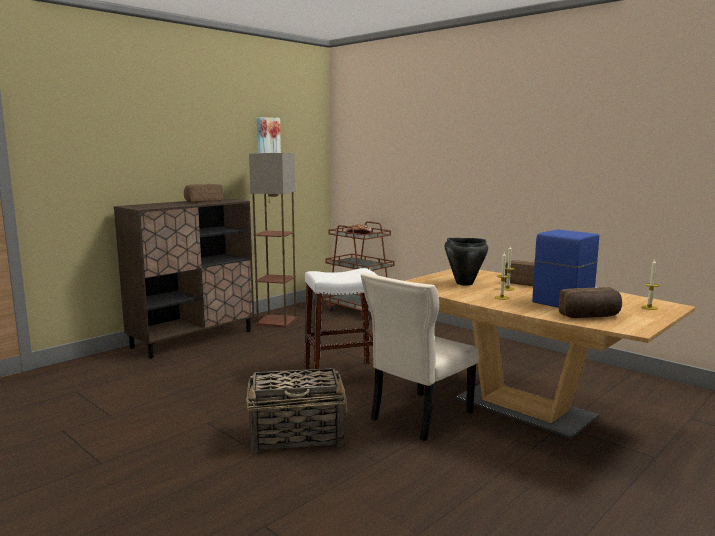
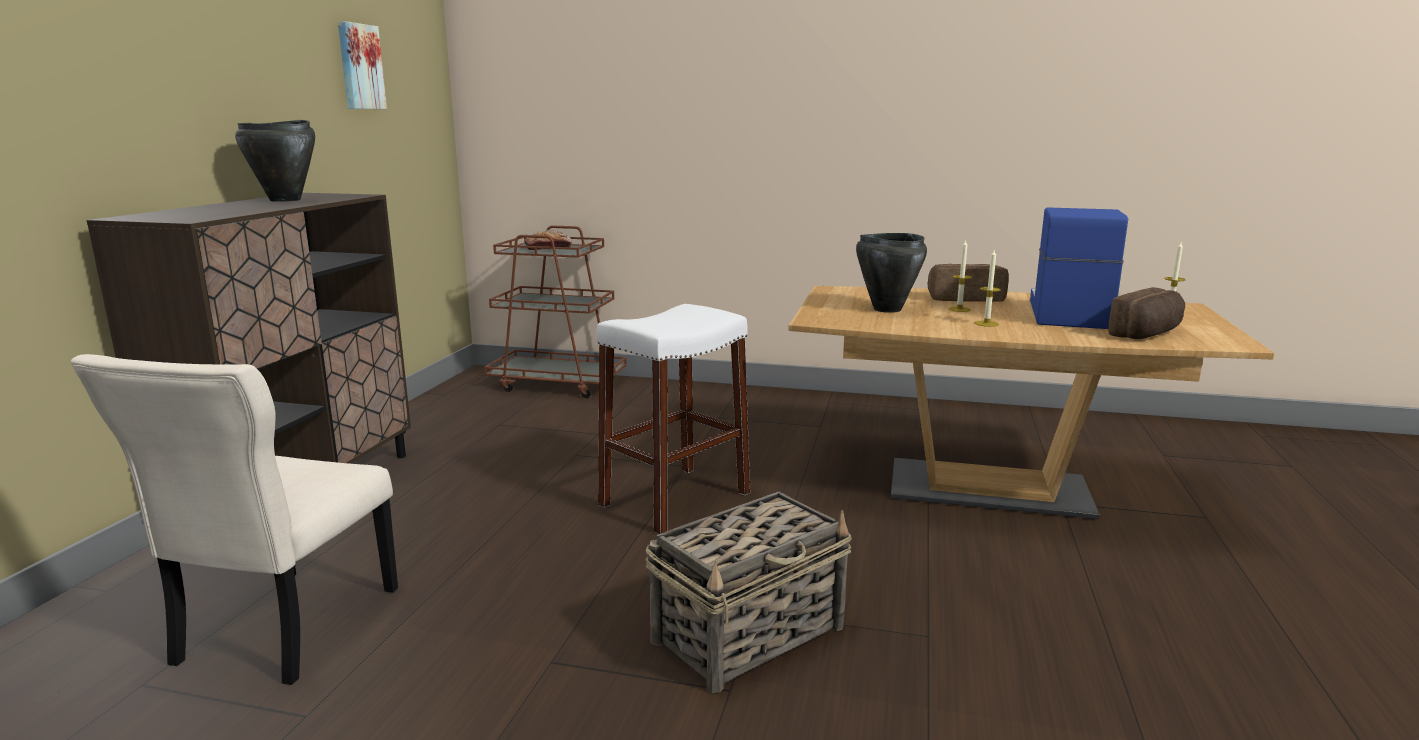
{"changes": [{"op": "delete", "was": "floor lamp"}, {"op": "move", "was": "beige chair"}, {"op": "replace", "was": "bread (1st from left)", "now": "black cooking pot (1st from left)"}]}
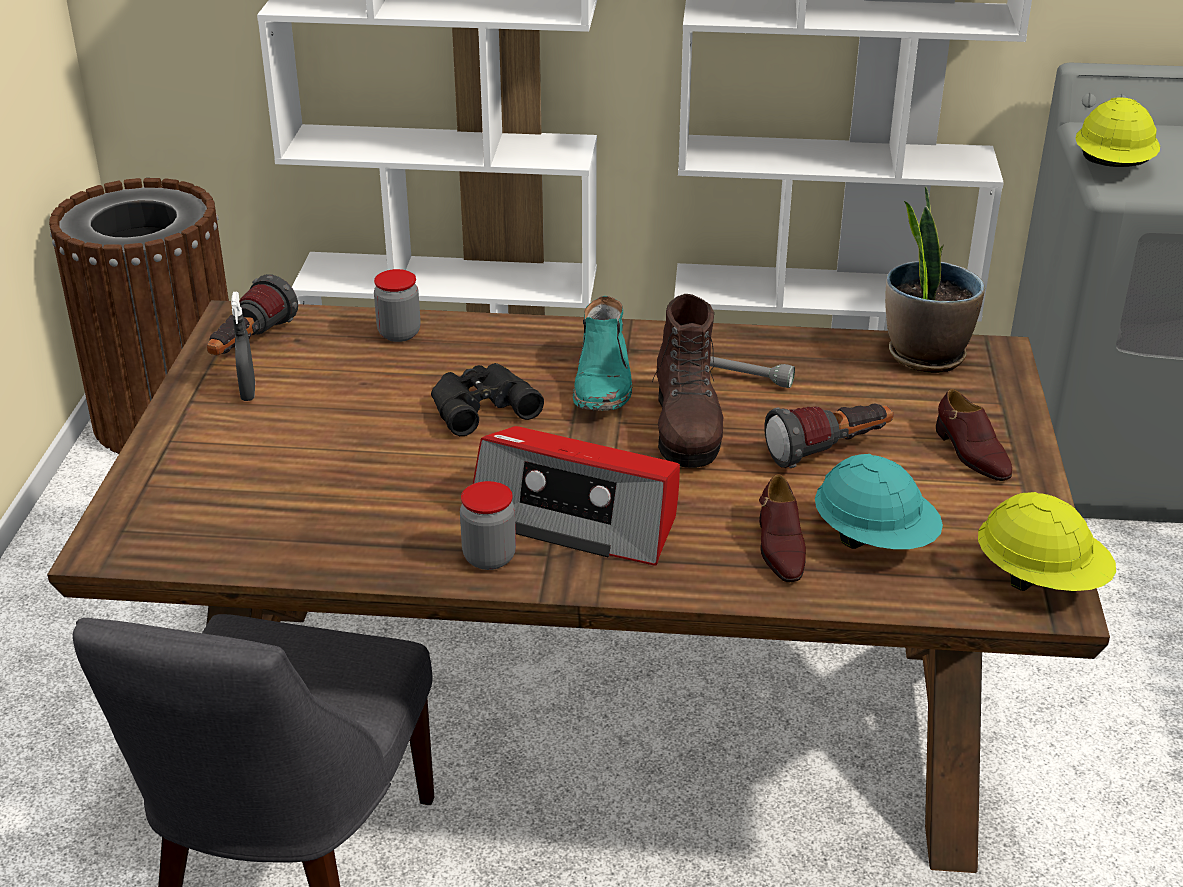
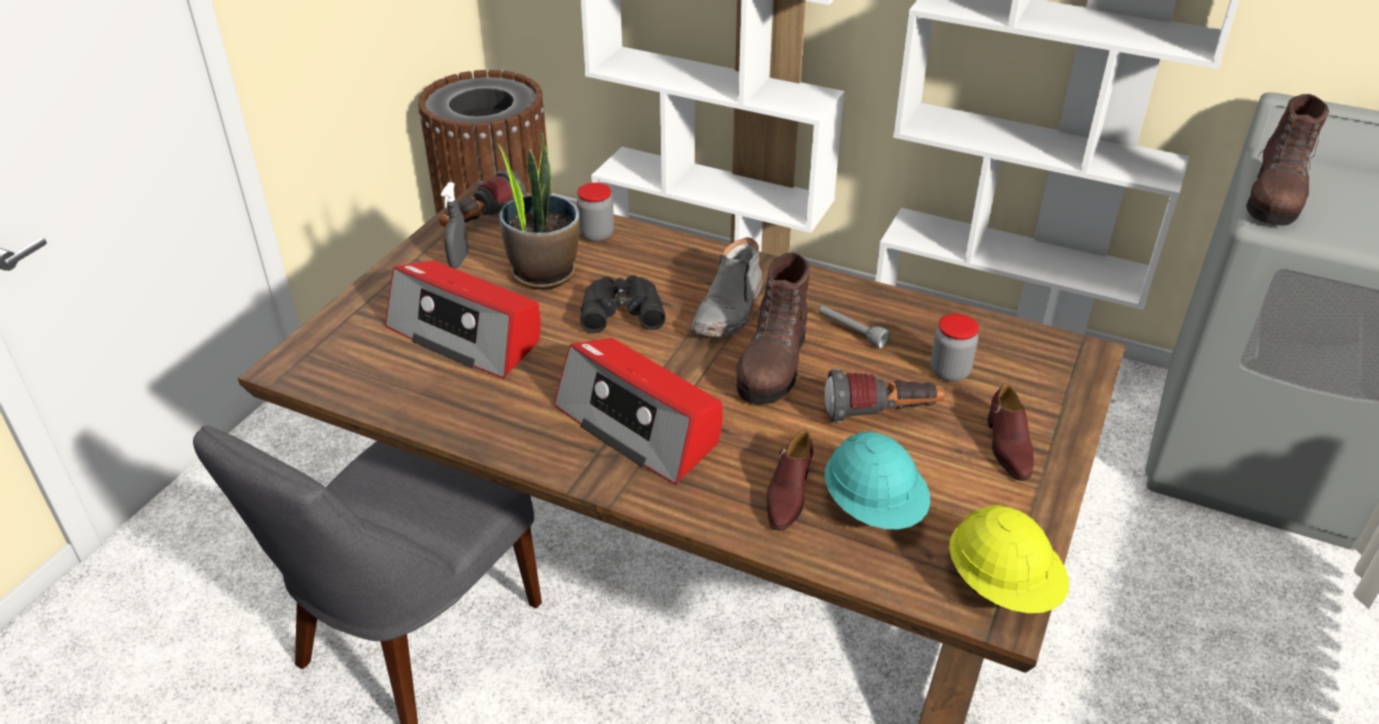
{"changes": [{"op": "insert", "now": "radio (1st from left)"}, {"op": "move", "was": "jar (2nd from left)"}, {"op": "move", "was": "potted plant"}, {"op": "replace", "was": "yellow hard hat (2nd from left)", "now": "brown boot (2nd from left)"}, {"op": "recolor", "was": "turquoise boot", "now": "grey boot"}]}
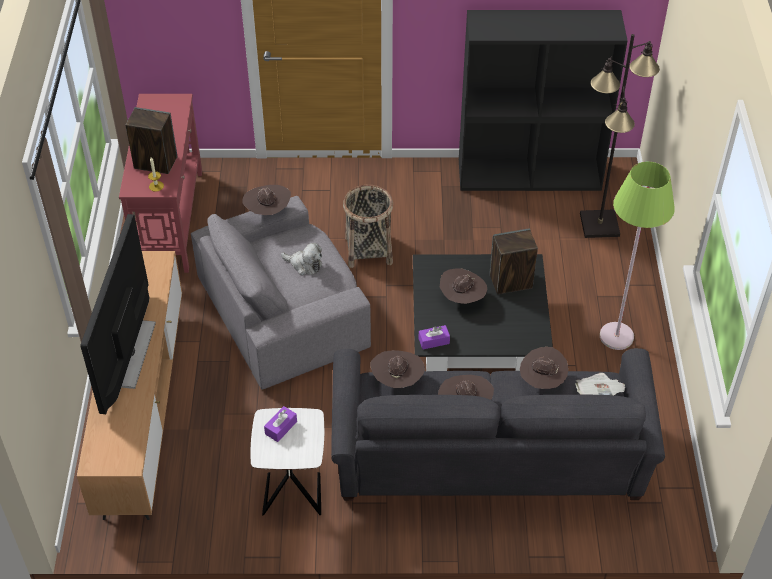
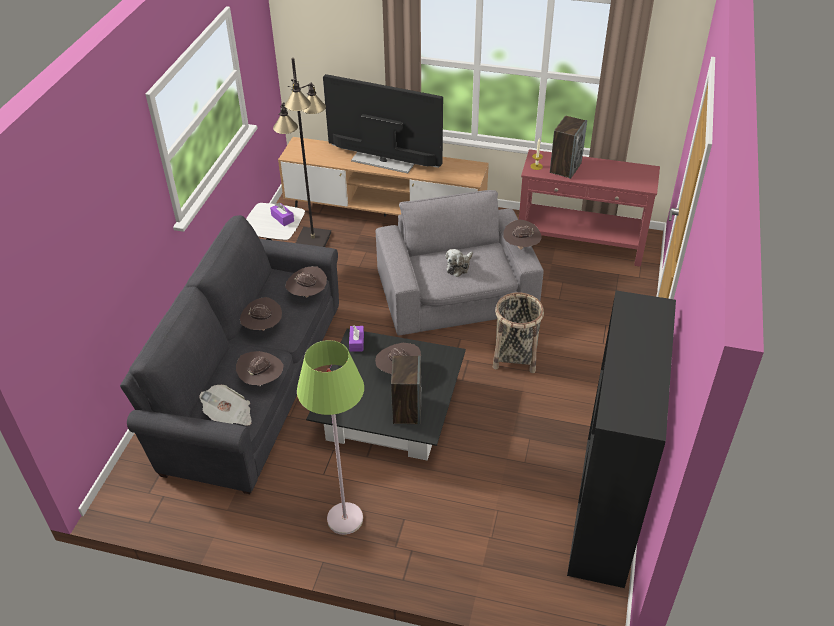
{"changes": [{"op": "move", "was": "black floor lamp"}]}
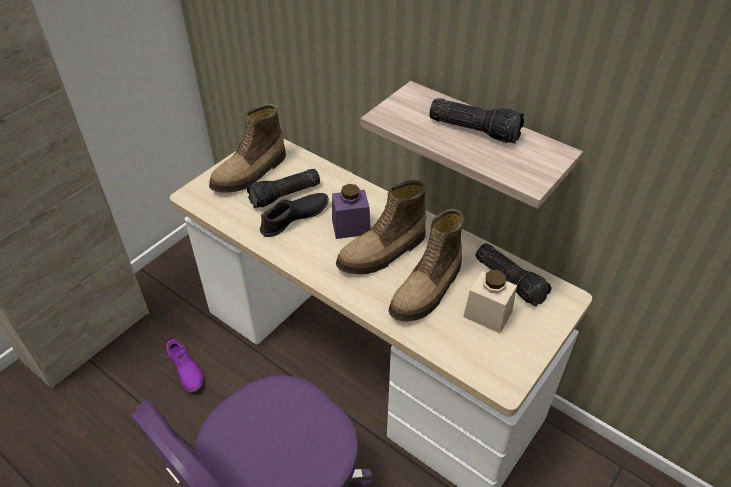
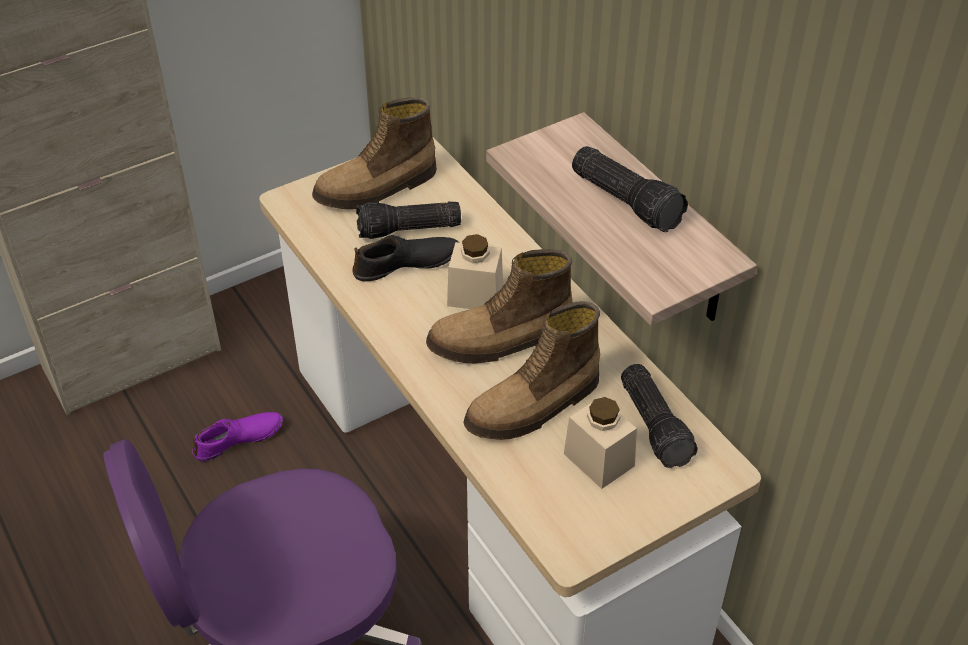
{"changes": [{"op": "recolor", "was": "purple jar", "now": "beige jar (1st from left)"}, {"op": "rotate", "was": "purple shoe", "clockwise": -105}]}
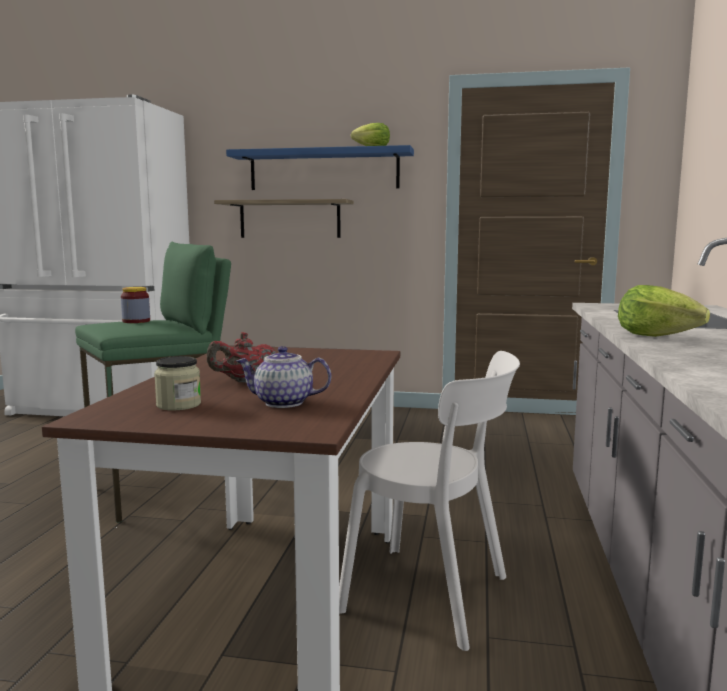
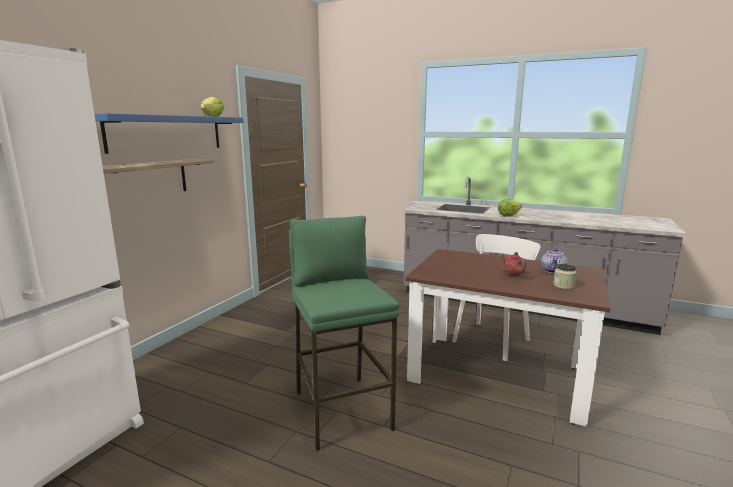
{"changes": [{"op": "delete", "was": "jar (1st from left)"}]}
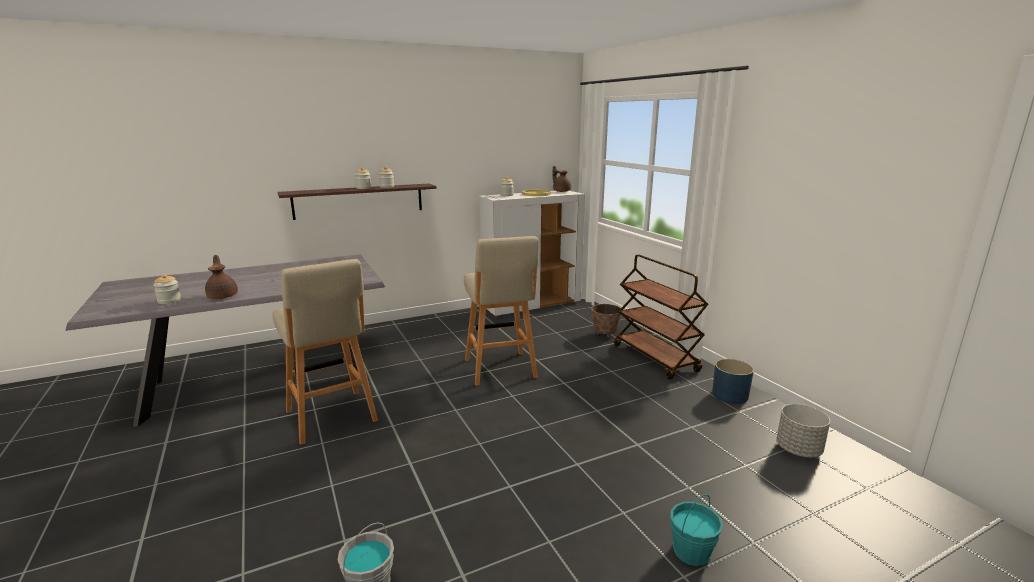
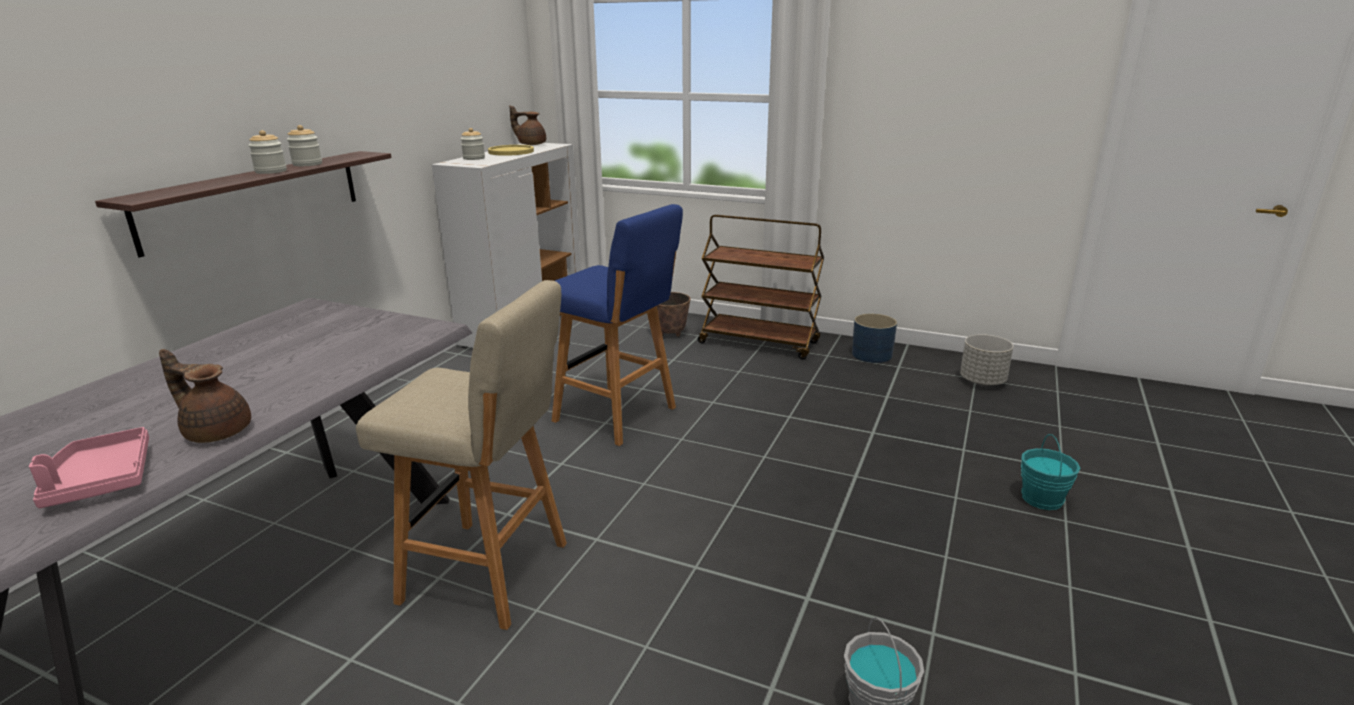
{"changes": [{"op": "replace", "was": "jar (1st from left)", "now": "pink tray"}, {"op": "recolor", "was": "beige stool (2nd from left)", "now": "blue stool"}]}
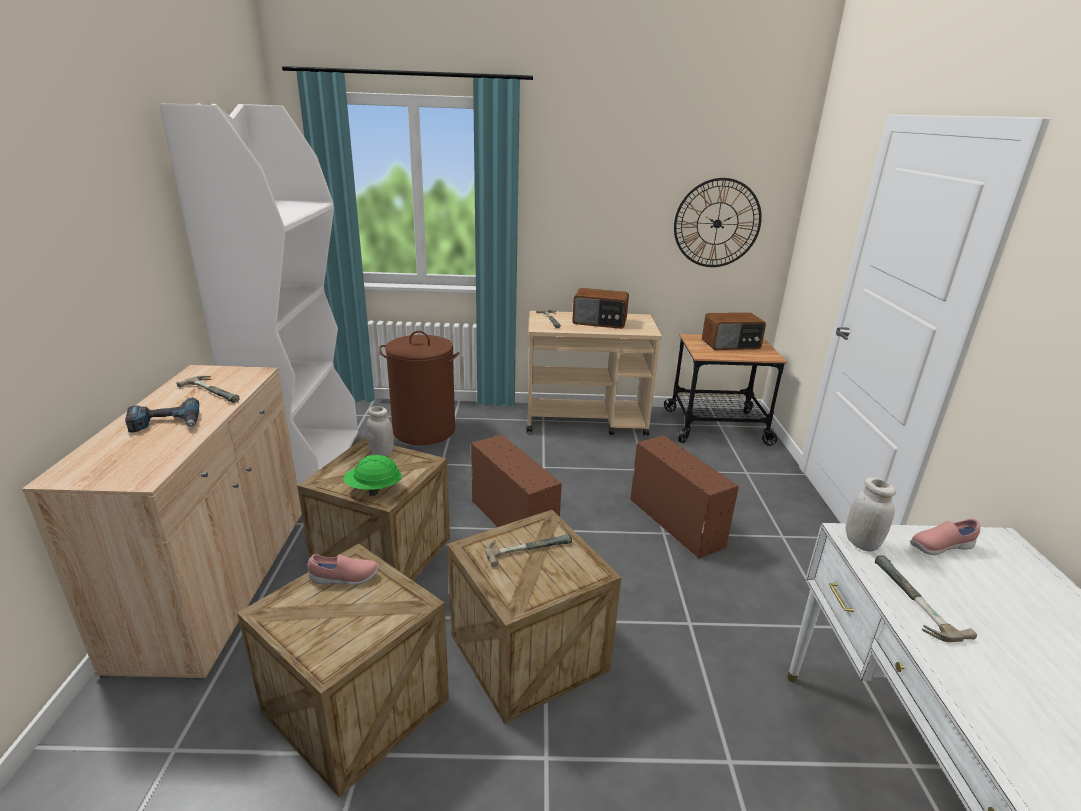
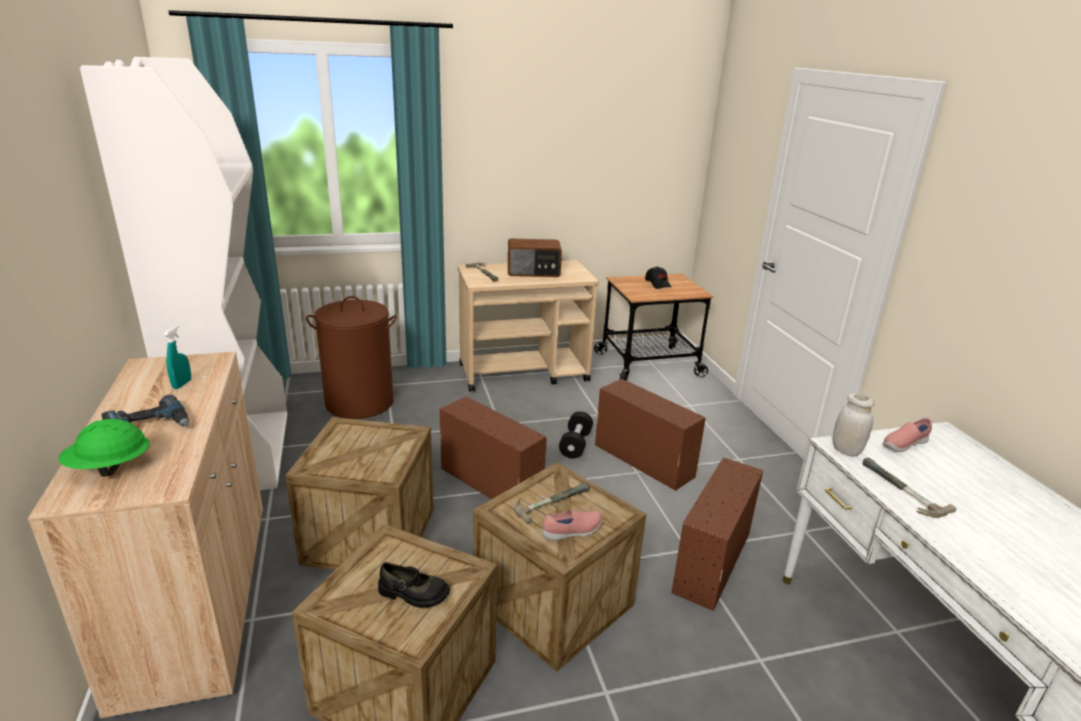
{"changes": [{"op": "delete", "was": "white jar (1st from left)"}, {"op": "delete", "was": "wall clock"}, {"op": "insert", "now": "black shoe"}, {"op": "insert", "now": "black dumbbell"}, {"op": "insert", "now": "brown storage box (3rd from left)"}, {"op": "move", "was": "pink shoe (1st from left)"}, {"op": "move", "was": "green hard hat"}, {"op": "replace", "was": "hammer (1st from left)", "now": "turquoise spray bottle"}, {"op": "replace", "was": "radio (2nd from left)", "now": "black cap"}]}
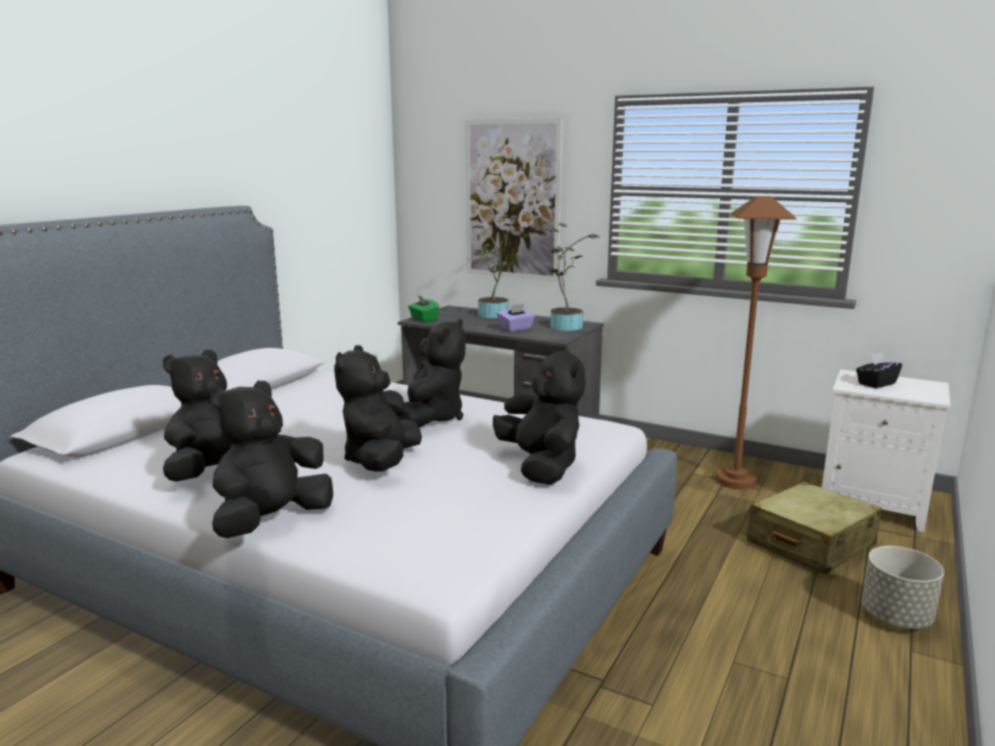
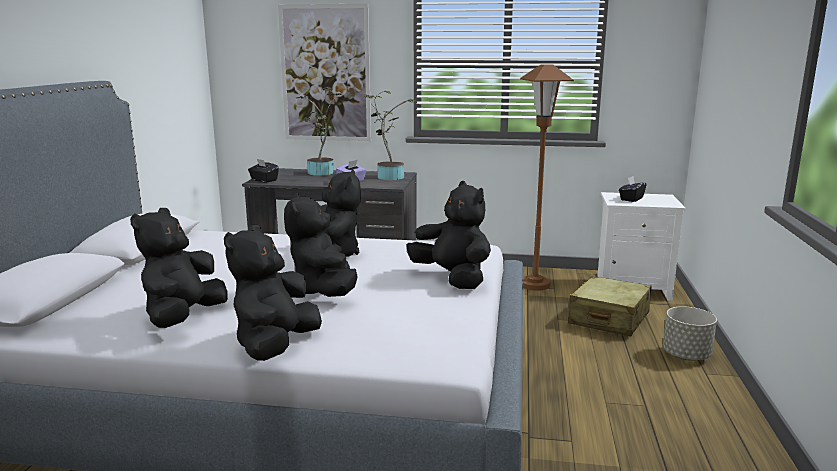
{"changes": [{"op": "recolor", "was": "green tissue box", "now": "black tissue box (1st from left)"}]}
